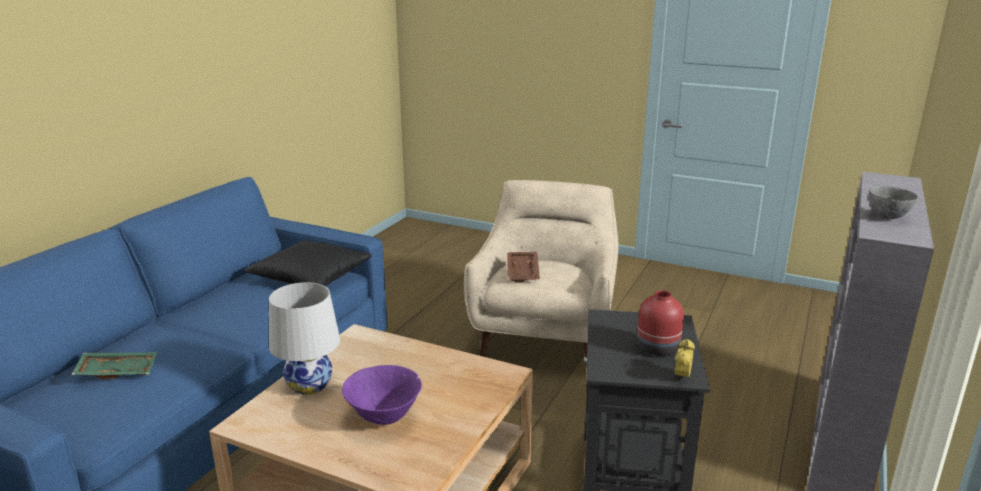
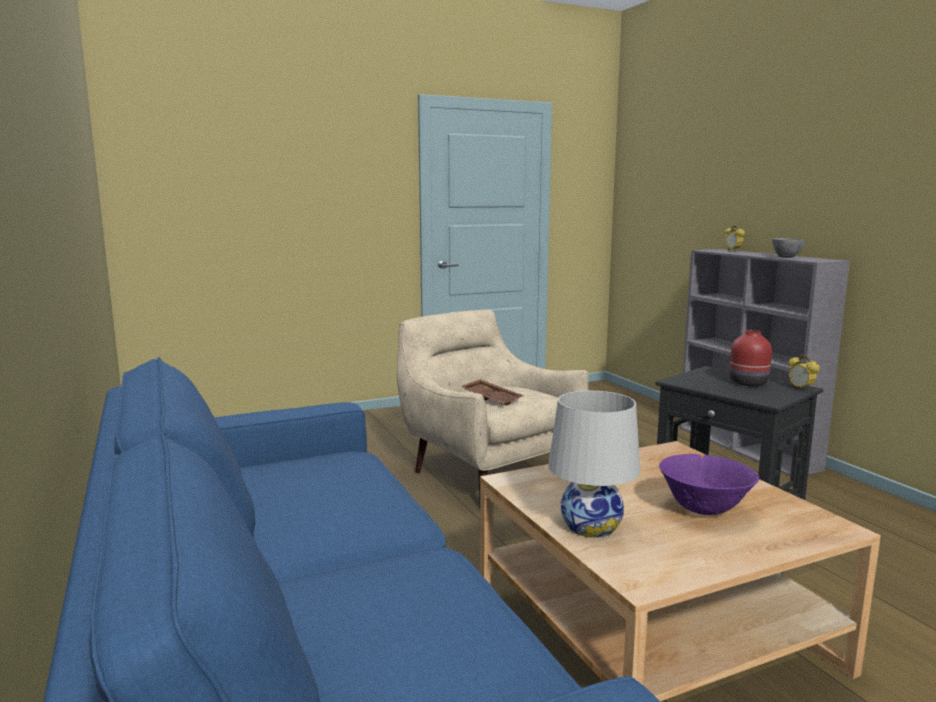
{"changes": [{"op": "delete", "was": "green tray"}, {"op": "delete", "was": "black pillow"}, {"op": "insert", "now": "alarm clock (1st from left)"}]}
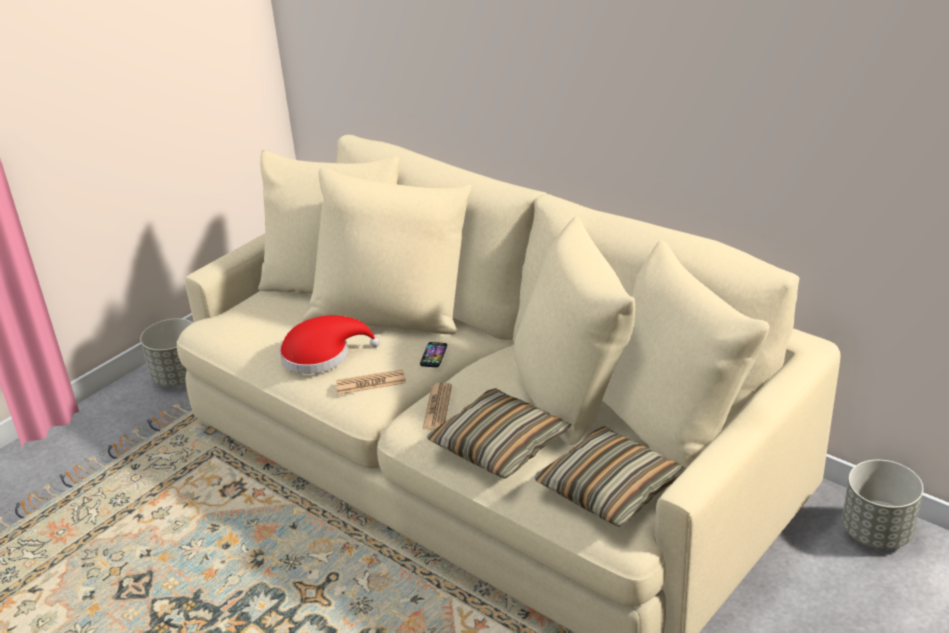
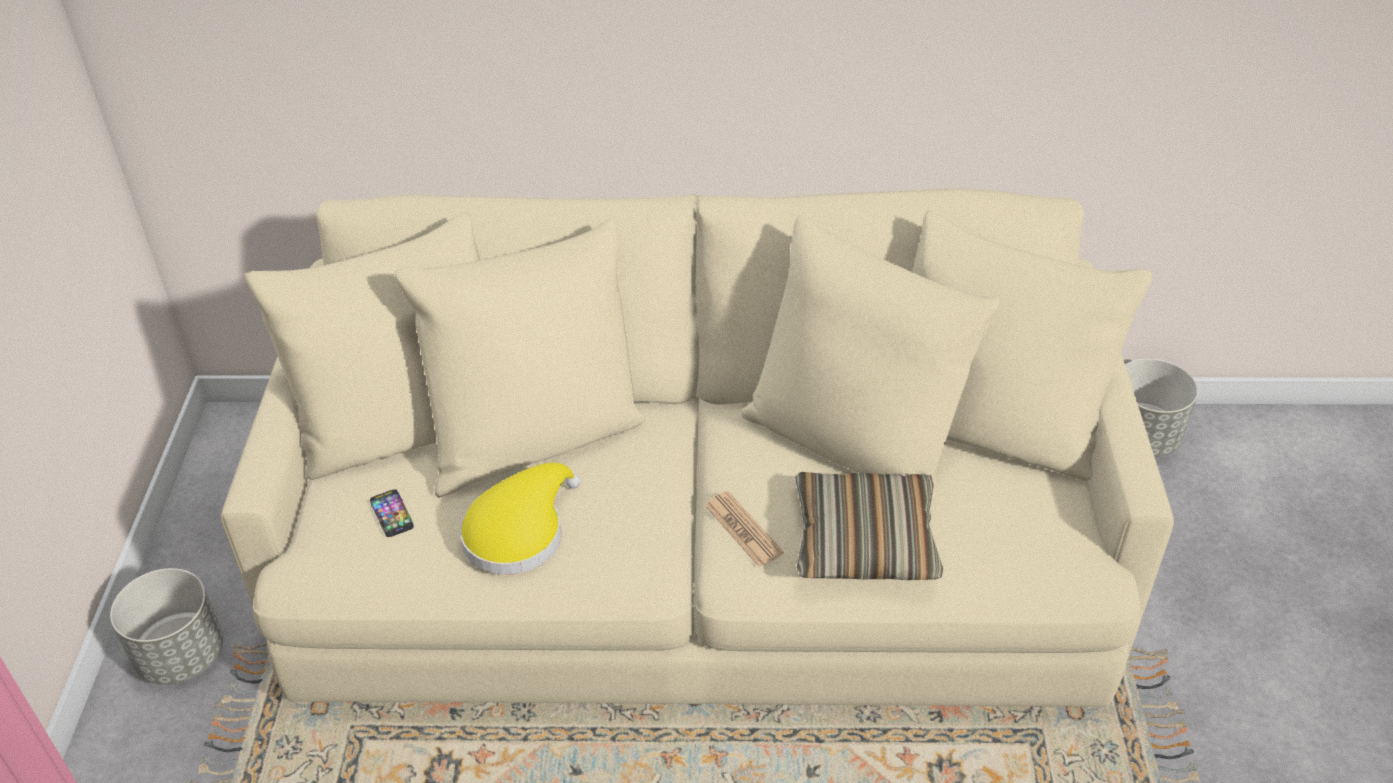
{"changes": [{"op": "delete", "was": "newspaper (1st from left)"}, {"op": "delete", "was": "pillow (2nd from left)"}, {"op": "move", "was": "phone"}, {"op": "recolor", "was": "red hat", "now": "yellow hat"}]}
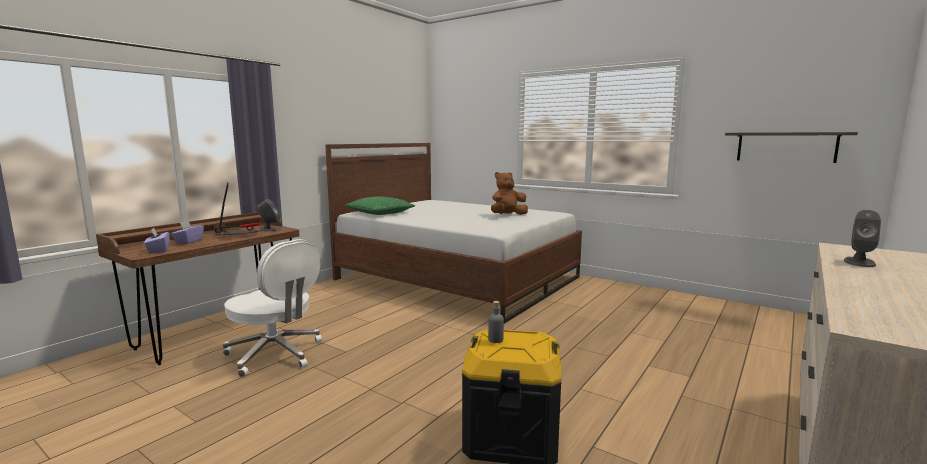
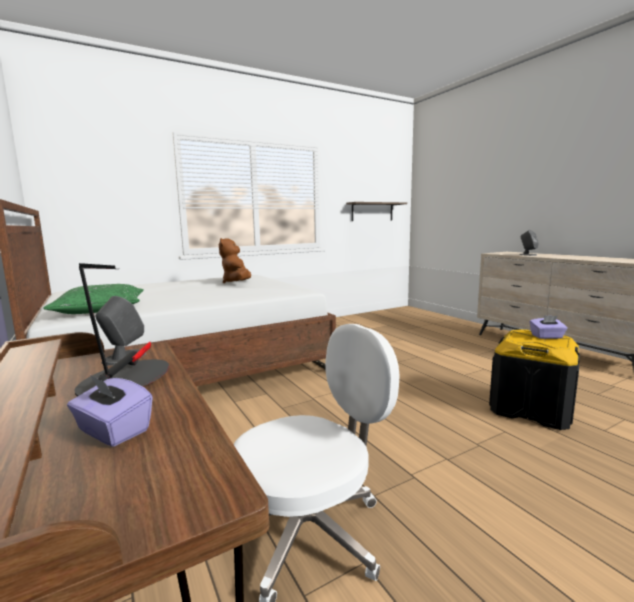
{"changes": [{"op": "delete", "was": "grey bottle"}, {"op": "move", "was": "purple tissue box (1st from left in the first image)", "now": "purple tissue box (2nd from left)"}]}
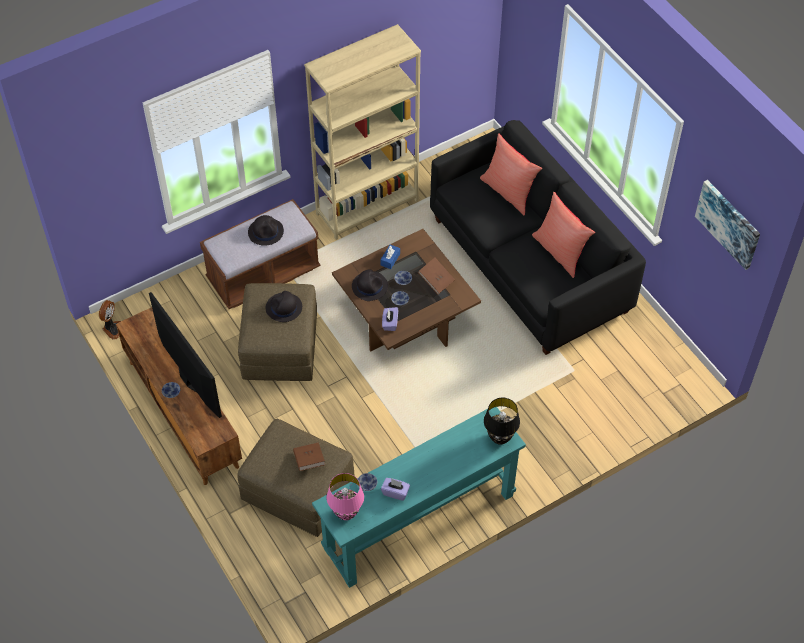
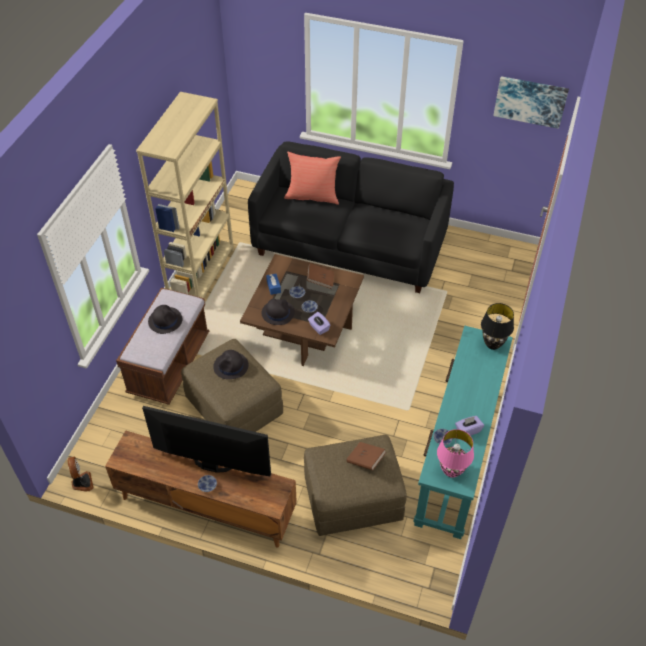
{"changes": [{"op": "delete", "was": "red pillow (2nd from left)"}]}
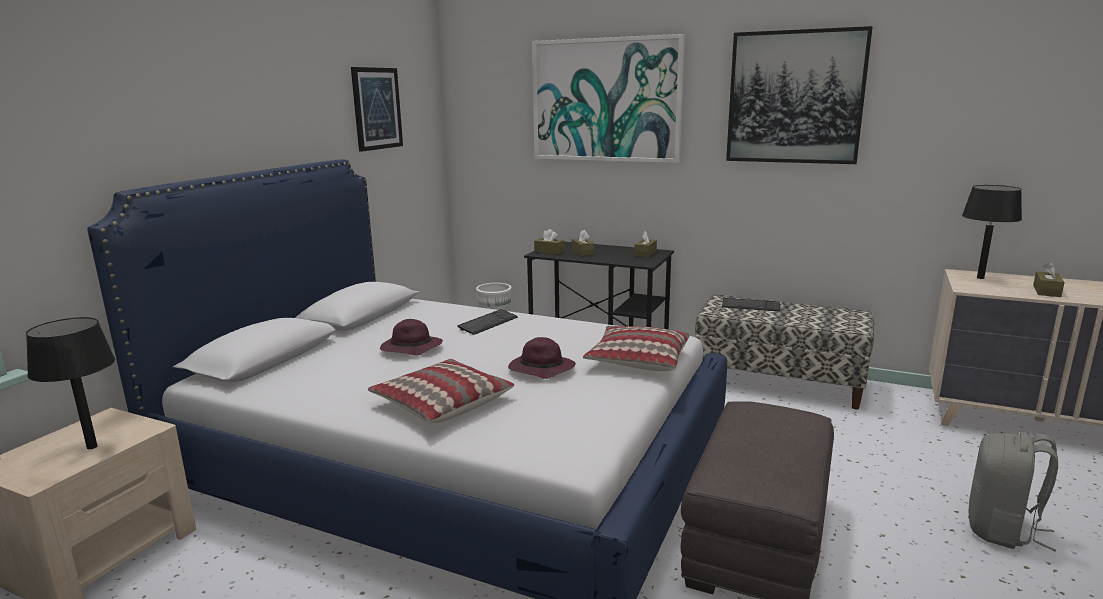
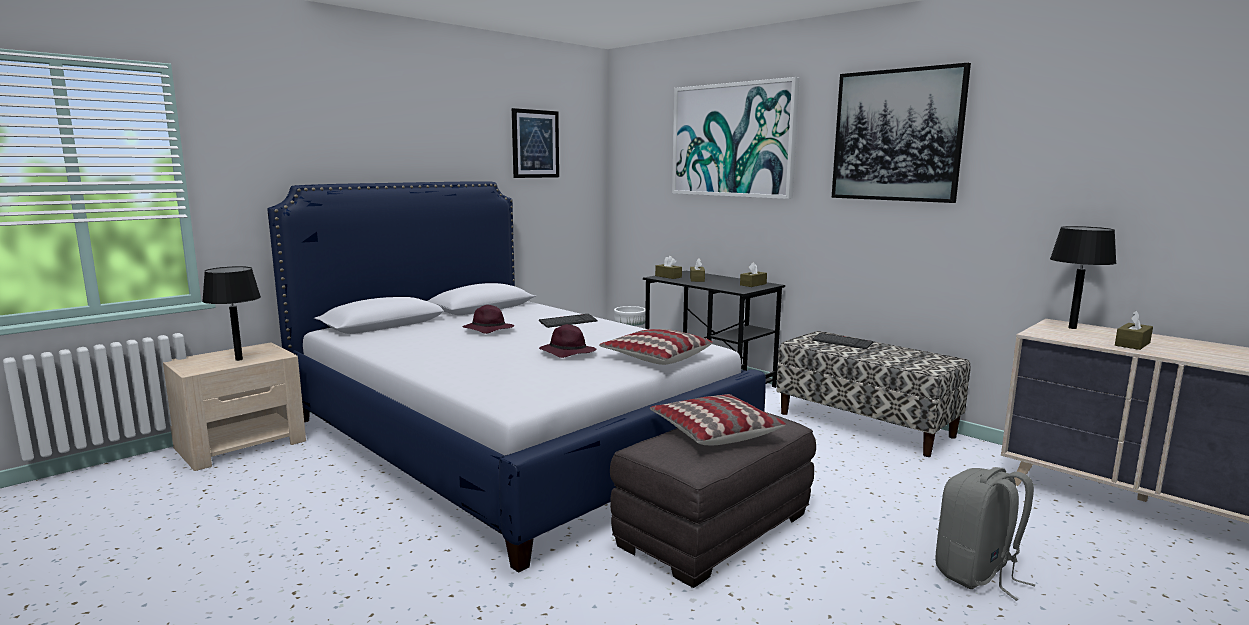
{"changes": [{"op": "move", "was": "pillow (1st from left in the first image)", "now": "pillow (2nd from left)"}]}
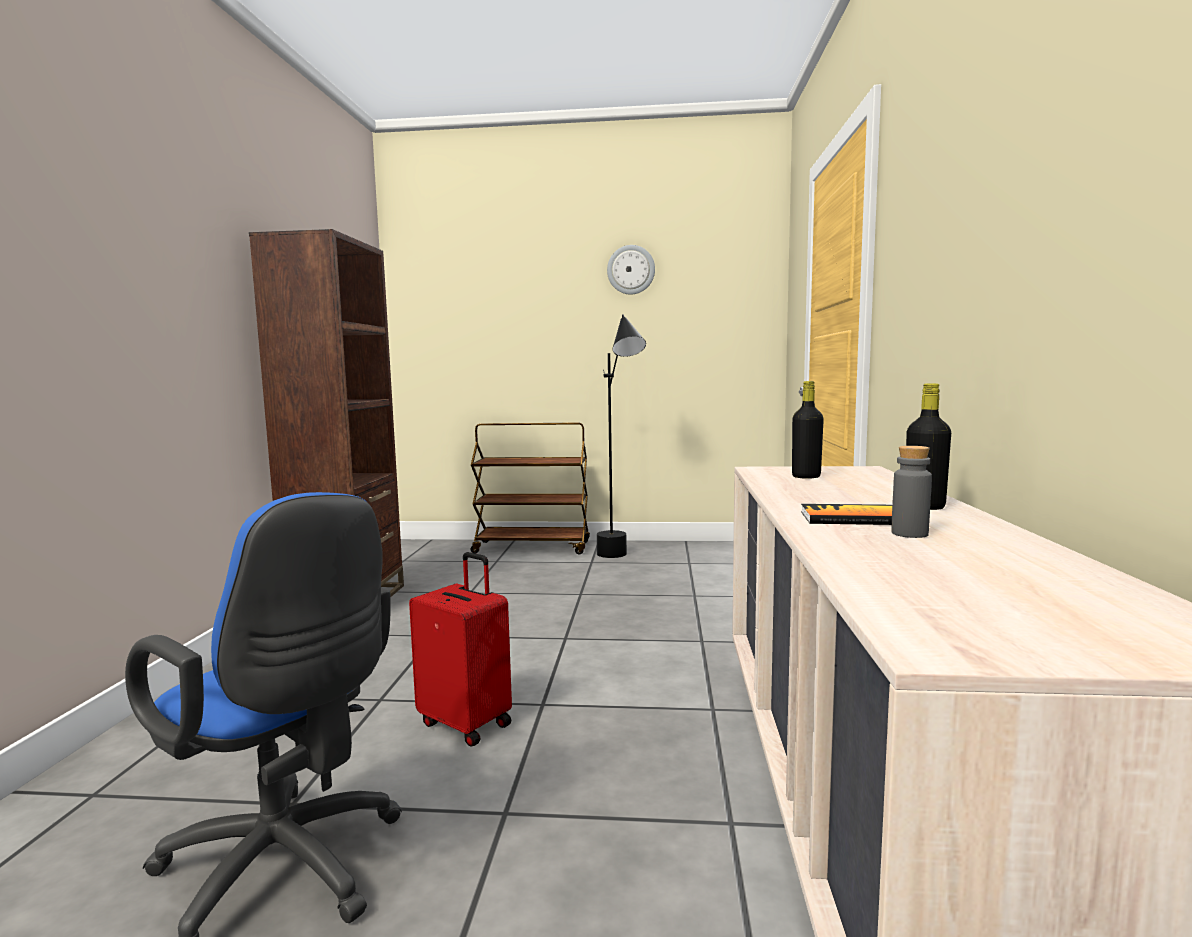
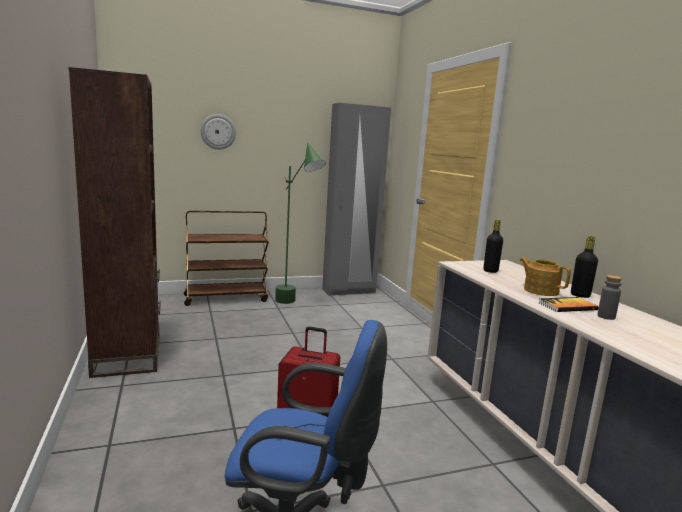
{"changes": [{"op": "insert", "now": "grey wardrobe"}, {"op": "insert", "now": "teapot"}, {"op": "move", "was": "wall clock"}, {"op": "recolor", "was": "black floor lamp", "now": "green floor lamp"}]}
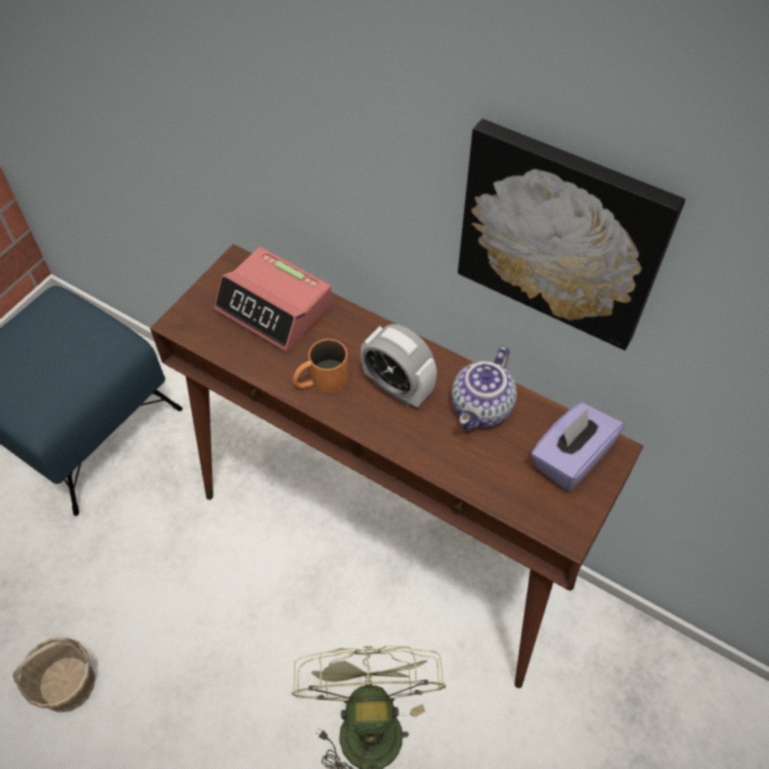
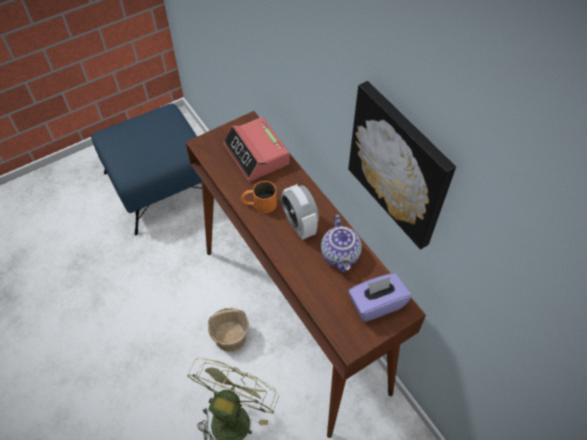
{"changes": [{"op": "move", "was": "basket"}, {"op": "rotate", "was": "teapot", "clockwise": -60}]}
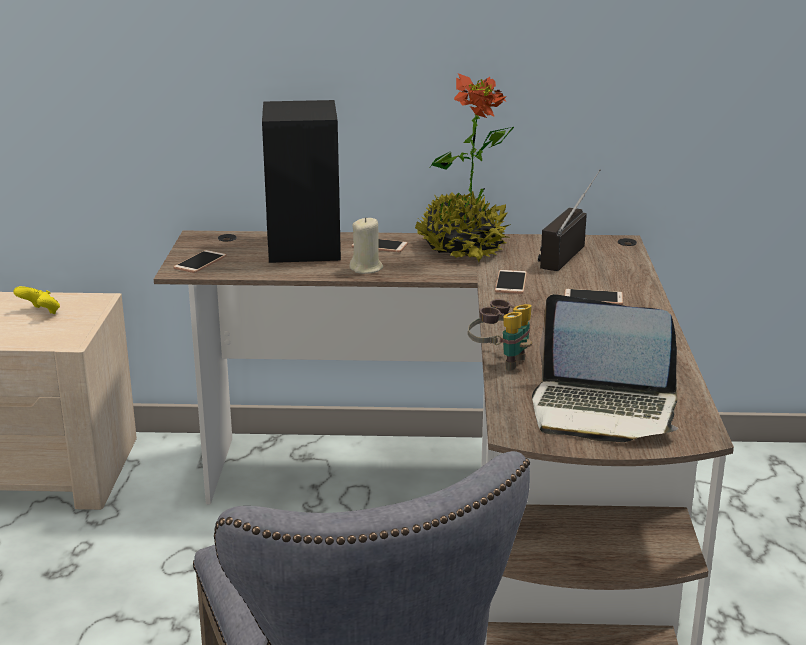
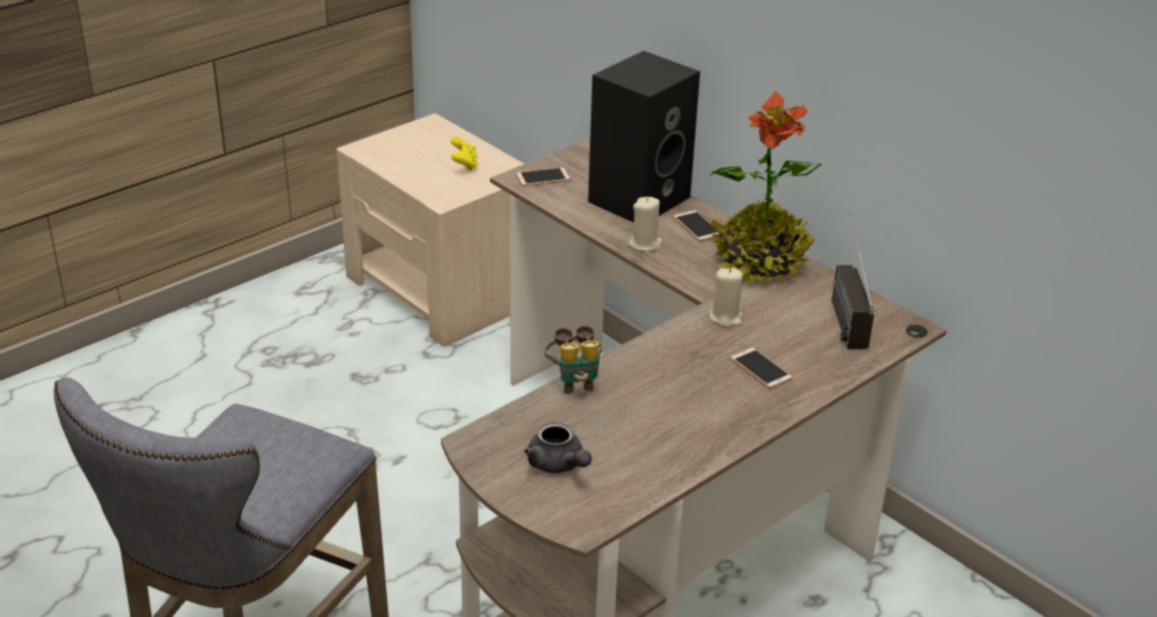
{"changes": [{"op": "replace", "was": "phone (3rd from left)", "now": "beige candle (2nd from left)"}, {"op": "replace", "was": "laptop", "now": "grey teapot"}, {"op": "rotate", "was": "radio", "clockwise": -75}]}
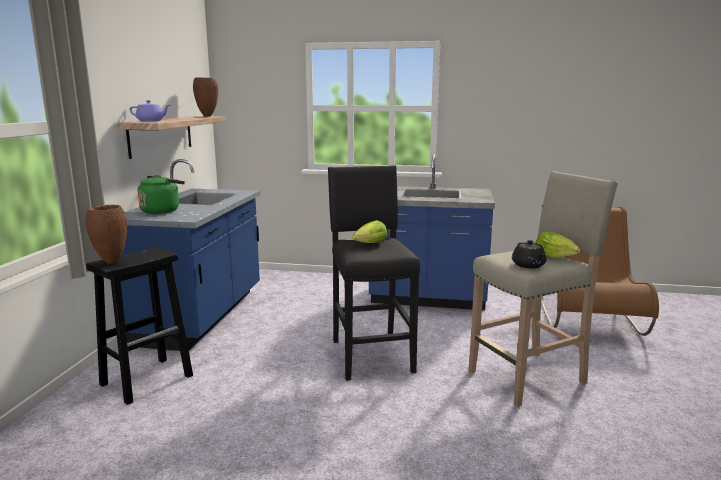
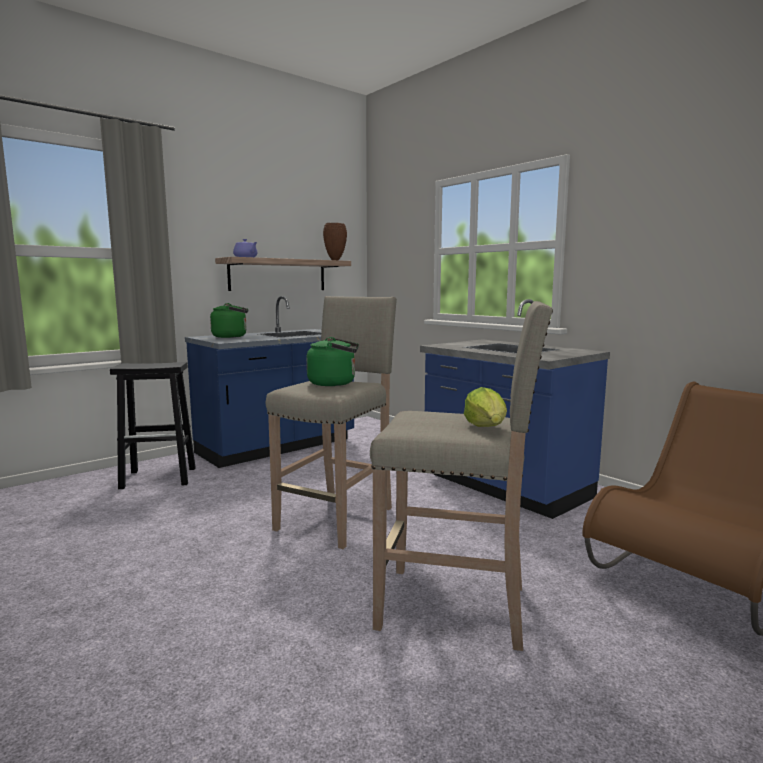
{"changes": [{"op": "delete", "was": "brown vase (1st from left)"}, {"op": "delete", "was": "black teapot"}, {"op": "replace", "was": "lettuce (1st from left)", "now": "green kettle (2nd from left)"}, {"op": "recolor", "was": "black stool (2nd from left)", "now": "beige stool (1st from left)"}]}
